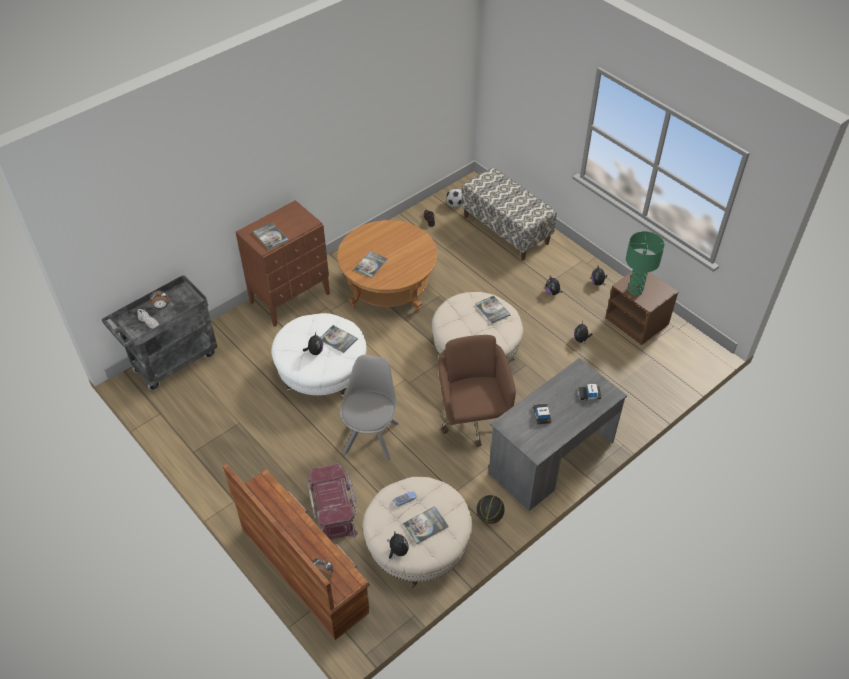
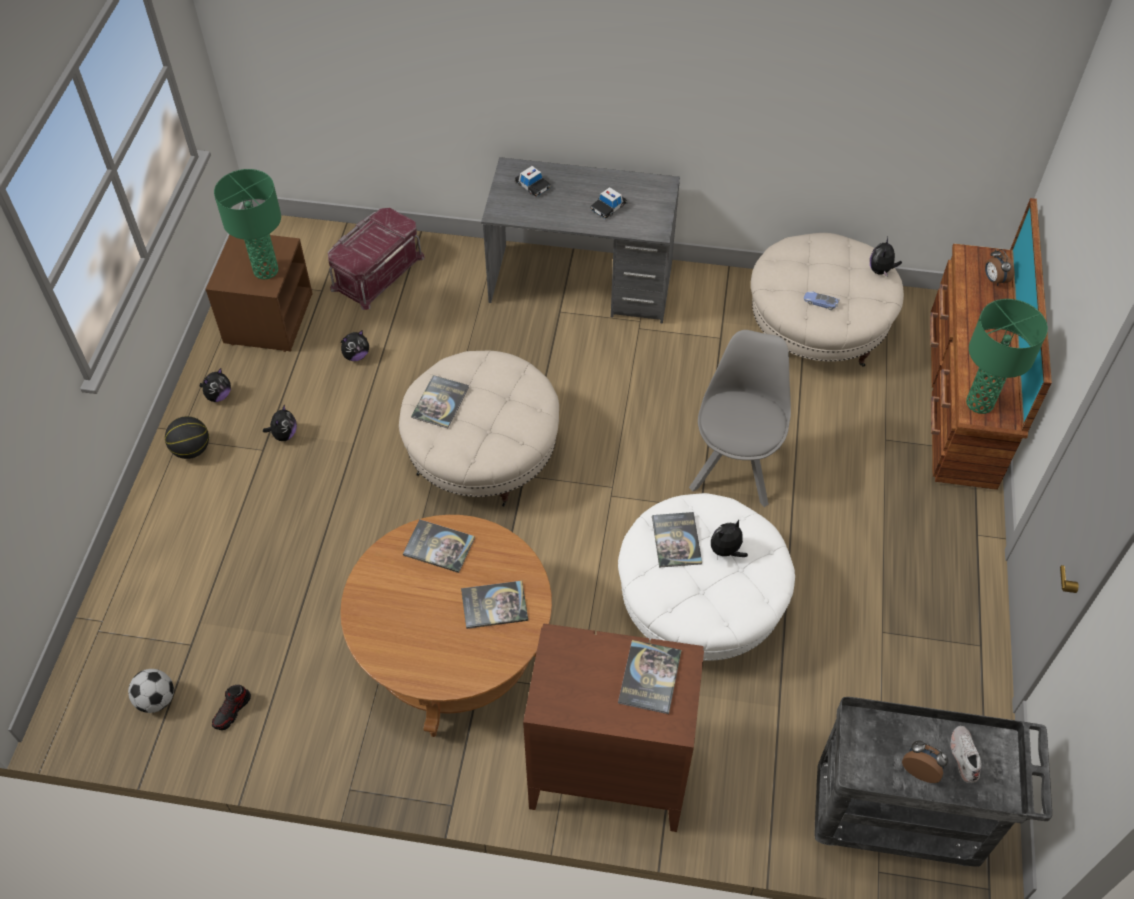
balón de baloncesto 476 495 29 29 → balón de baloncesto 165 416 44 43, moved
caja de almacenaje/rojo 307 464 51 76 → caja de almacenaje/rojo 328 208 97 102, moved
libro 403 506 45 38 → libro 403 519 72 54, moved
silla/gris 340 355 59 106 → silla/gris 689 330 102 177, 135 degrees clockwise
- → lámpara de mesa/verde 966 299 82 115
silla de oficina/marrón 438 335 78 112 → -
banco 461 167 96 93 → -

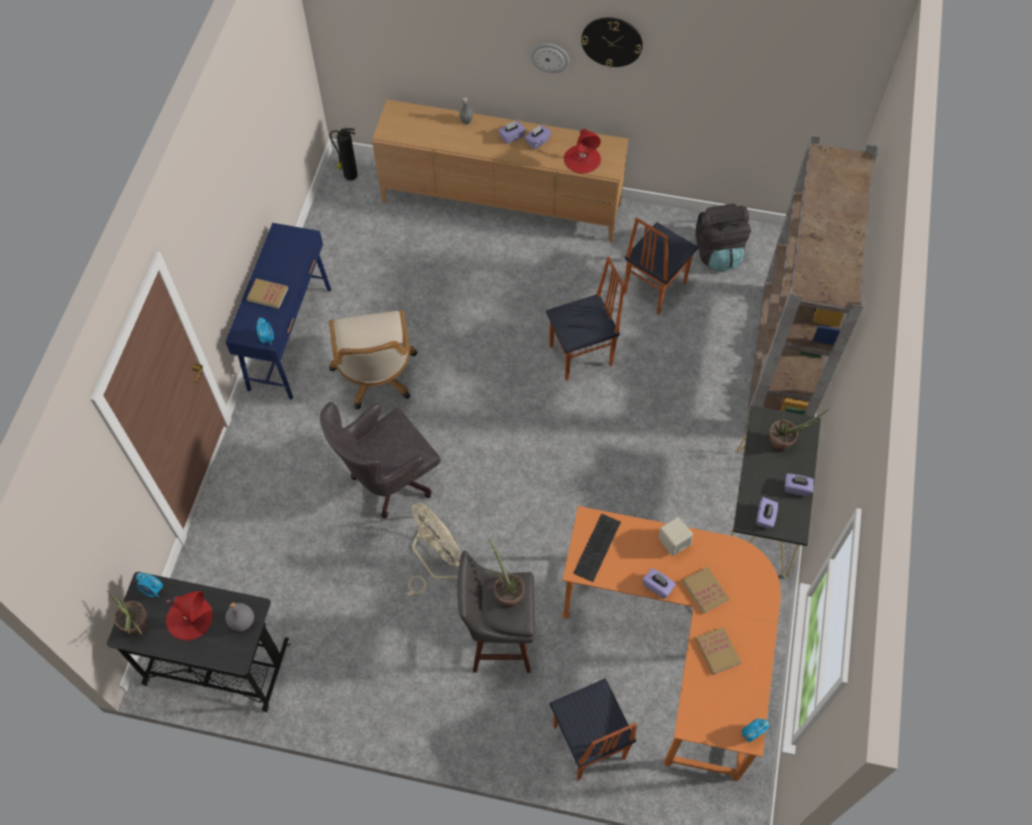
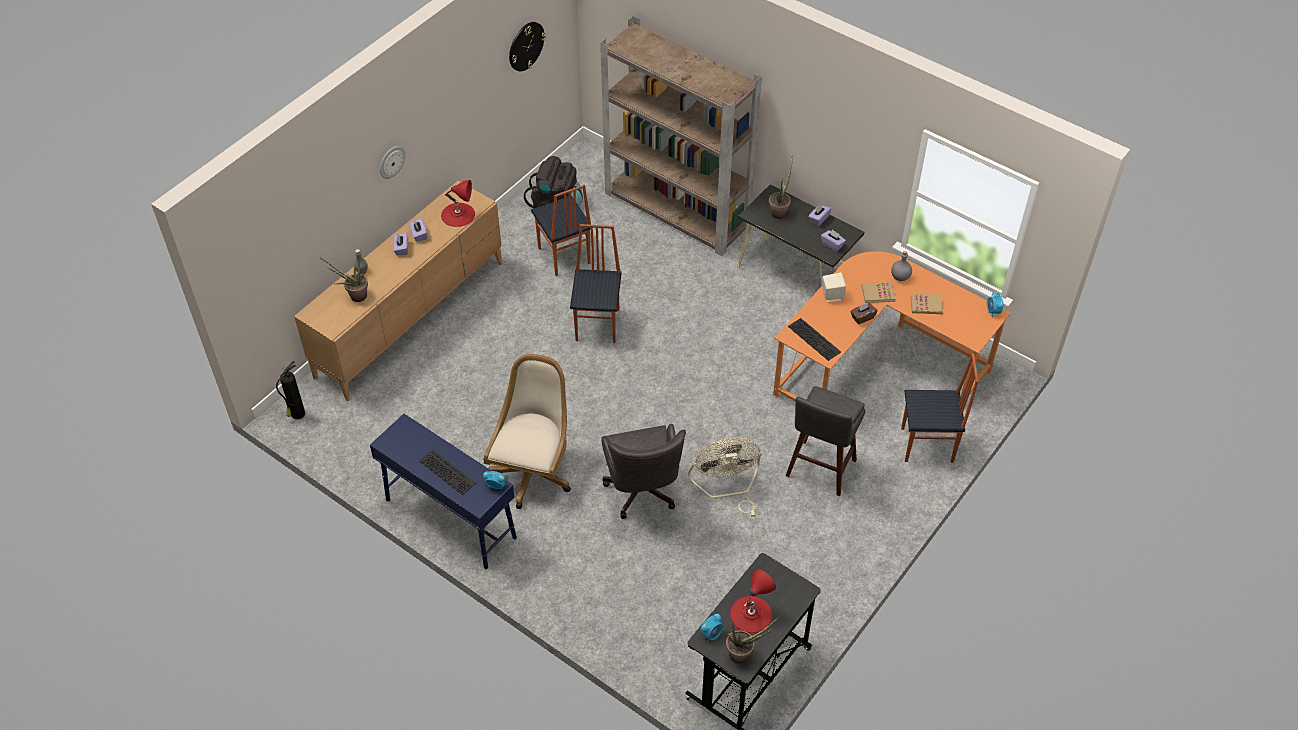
planta en maceta 488 538 36 69 → planta en maceta 319 254 49 48, moved
libro 246 278 42 31 → teclado 419 450 57 45
silla de oficina 329 310 88 99 → silla de oficina 483 354 88 155, 90 degrees counterclockwise
reloj de pared 581 17 62 51 → reloj de pared 509 22 37 49, moved
caja de pañuelos/morado 642 568 34 31 → caja de pañuelos/marrón 850 303 27 21
botella/gris 225 603 29 29 → botella/gris 891 251 21 30, moved

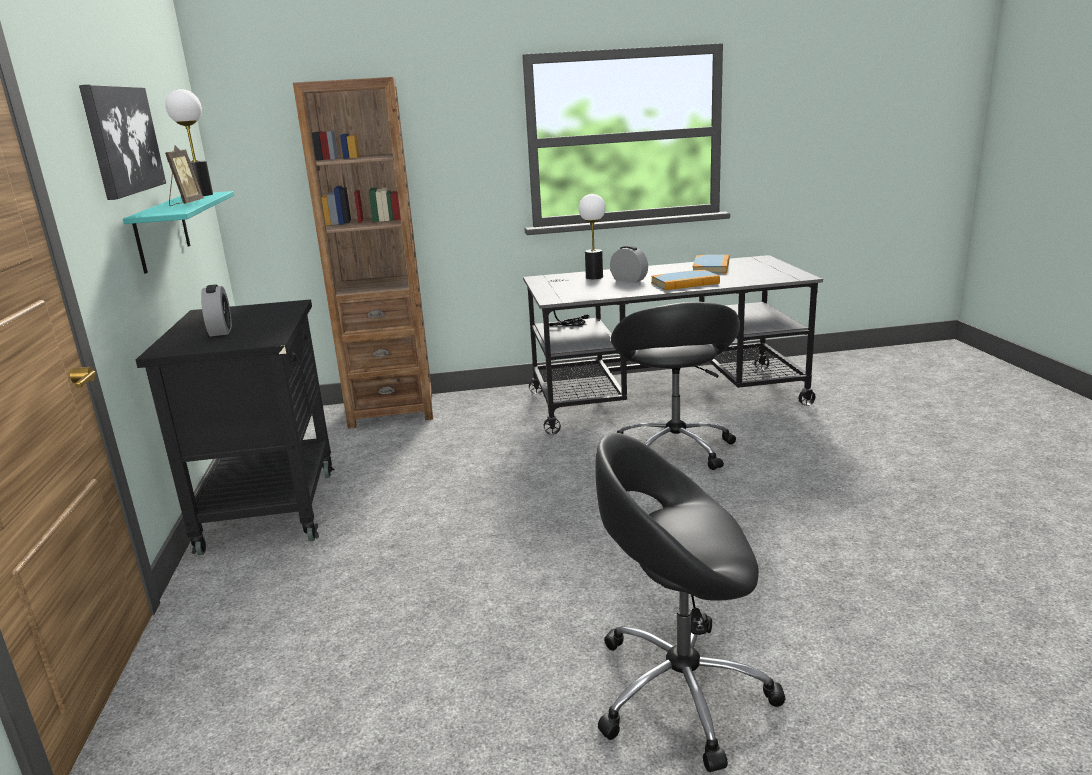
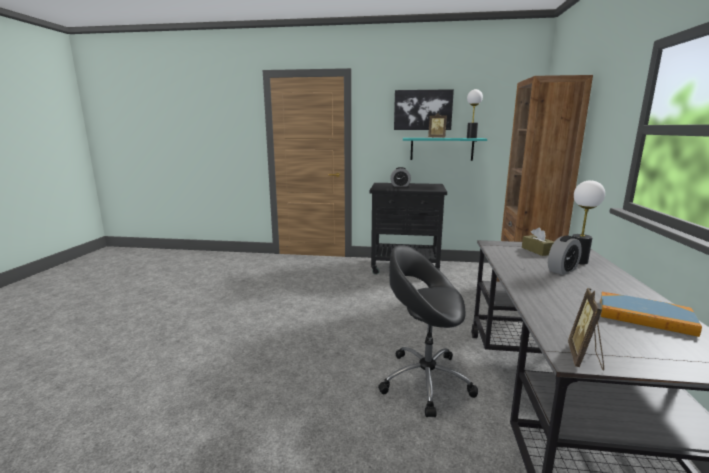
- → caja de pañuelos/marrón 522 227 32 29
- → portarretratos 568 288 36 83
silla de oficina/negro 595 433 191 339 → -
libro 651 270 69 20 → -

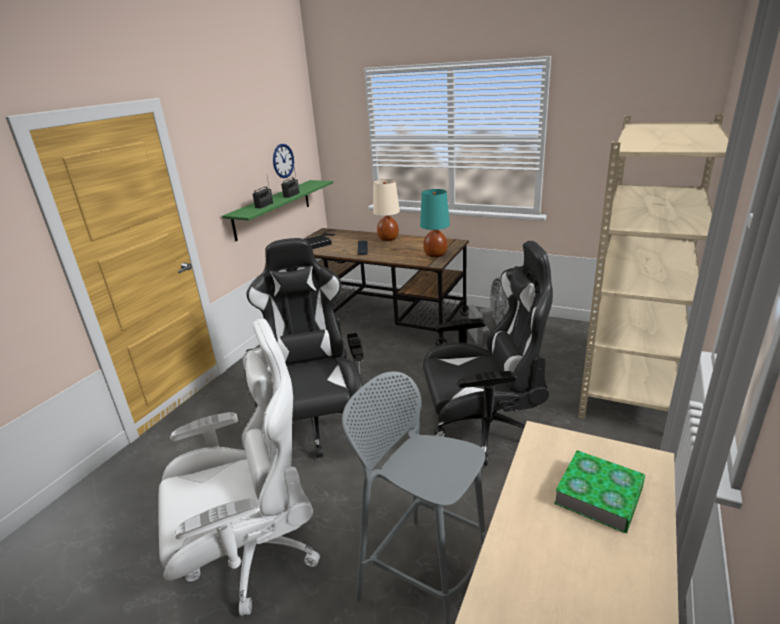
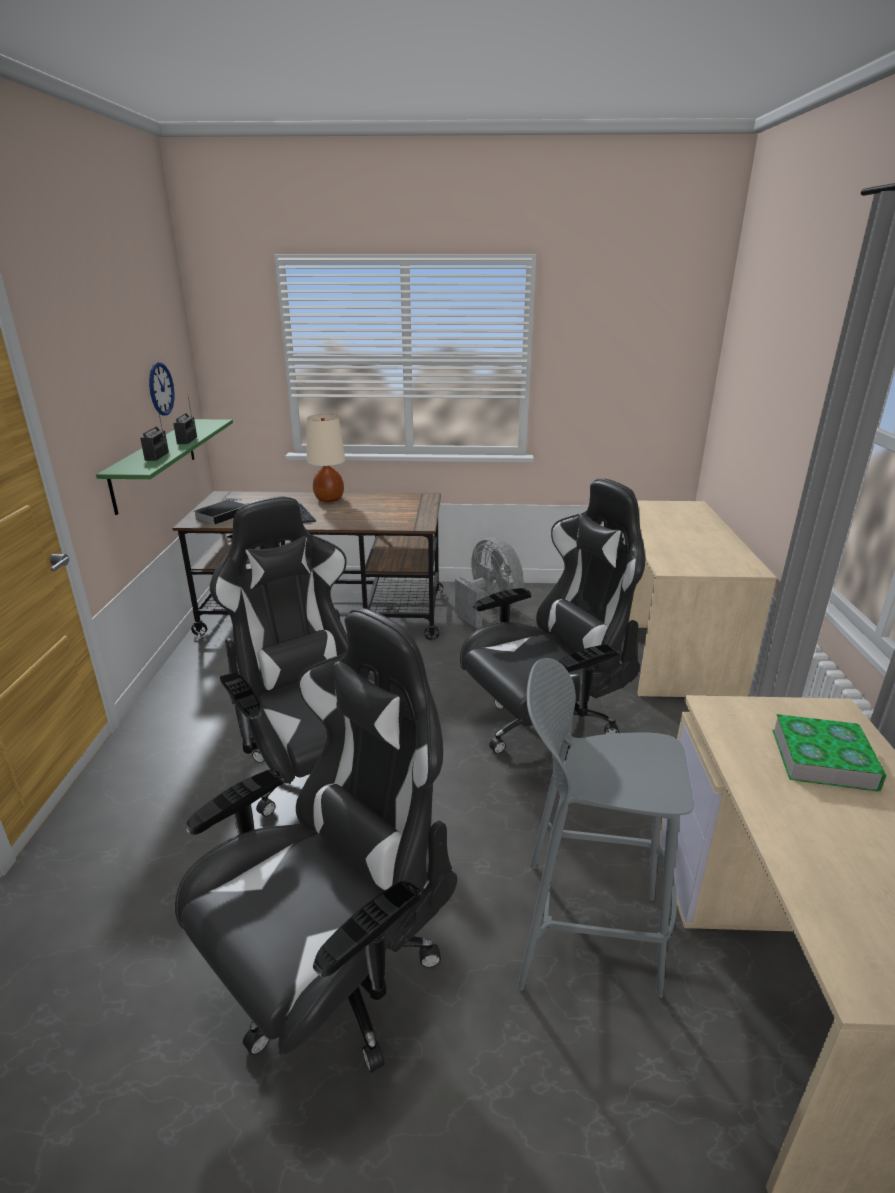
silla de oficina/blanco 158 319 162 297 → silla de oficina/negro 175 608 282 465
estantería/beis 578 114 151 305 → escritorio/beis 622 501 155 196
lámpara de mesa/turquesa 420 189 30 68 → -

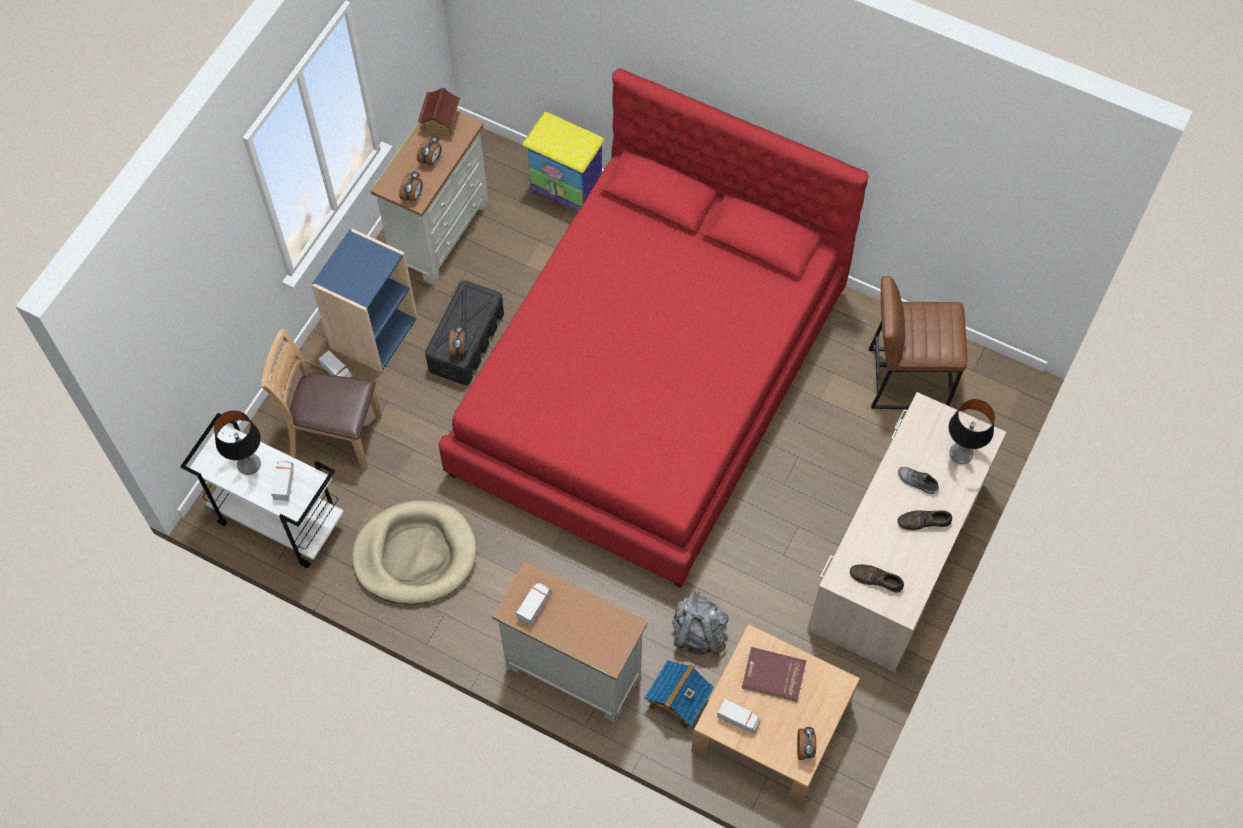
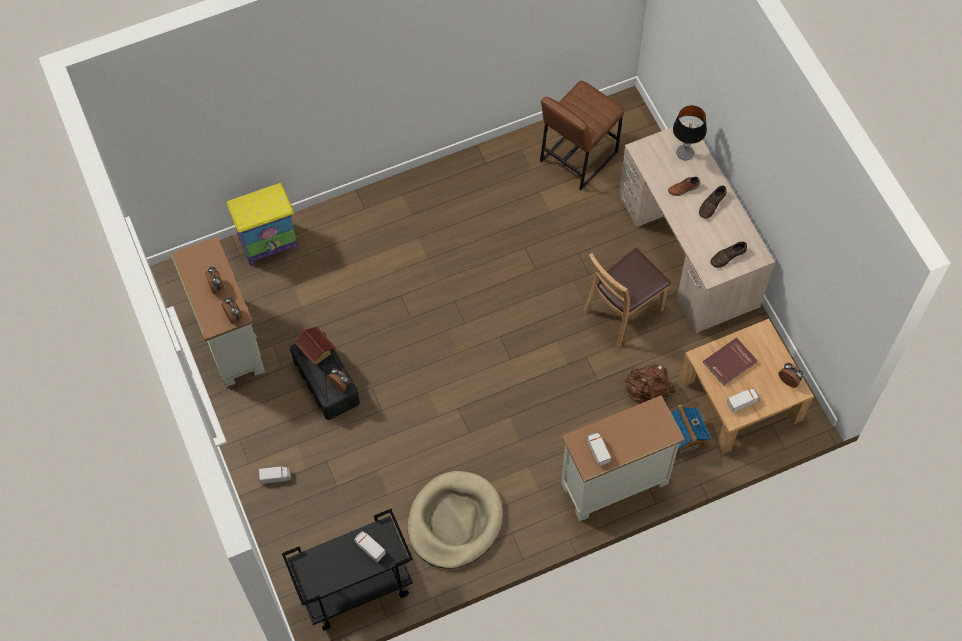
carrito/blanco 180 413 164 155 → carrito/negro 282 509 131 121
casita 418 88 42 47 → casita 294 325 41 40, moved
silla/marrón 261 328 121 141 → silla/marrón 584 248 87 99, moved
mochila/gris 672 591 57 65 → mochila/marrón 625 364 51 40
zapato/gris 898 467 41 27 → zapato/marrón 668 177 32 19
lámpara de mesa 214 410 47 65 → -
estantería/azul 311 228 107 145 → -
cama/rojo 439 68 429 520 → -

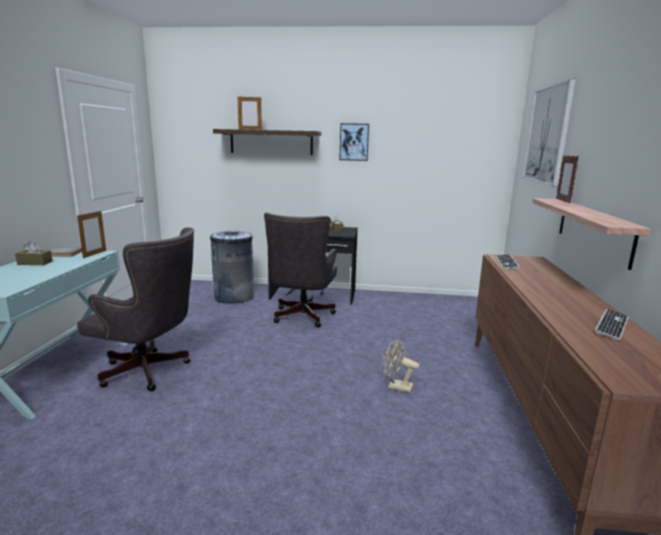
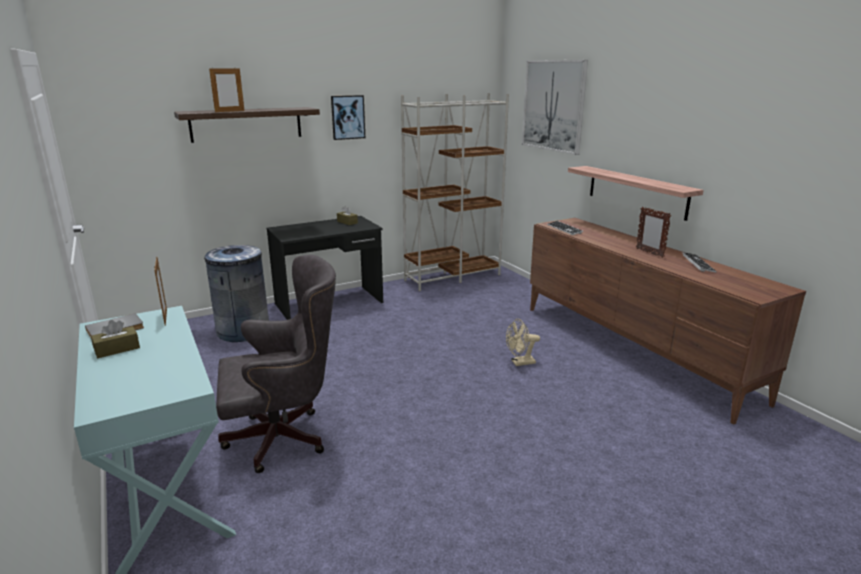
- → estantería/marrón 401 93 108 198
portarretratos 556 155 23 48 → portarretratos 636 207 35 51, moved
silla de oficina/gris 264 212 73 116 → -

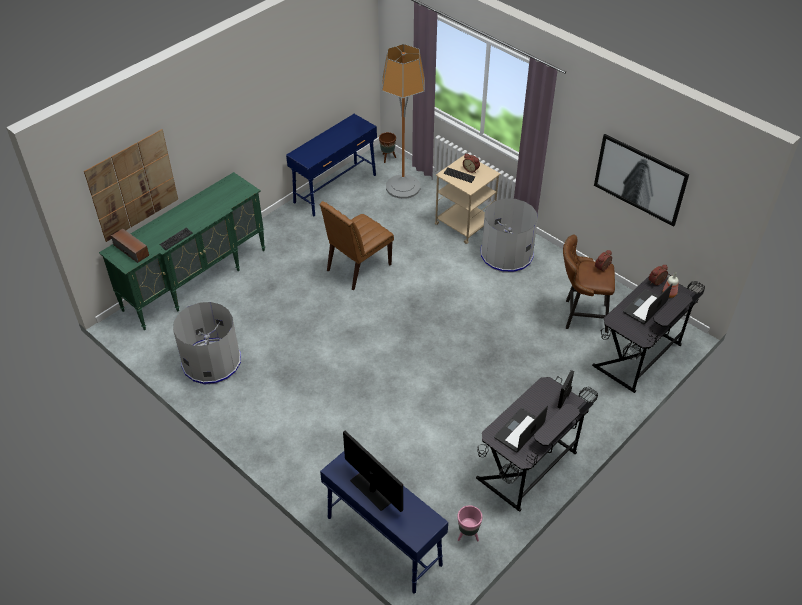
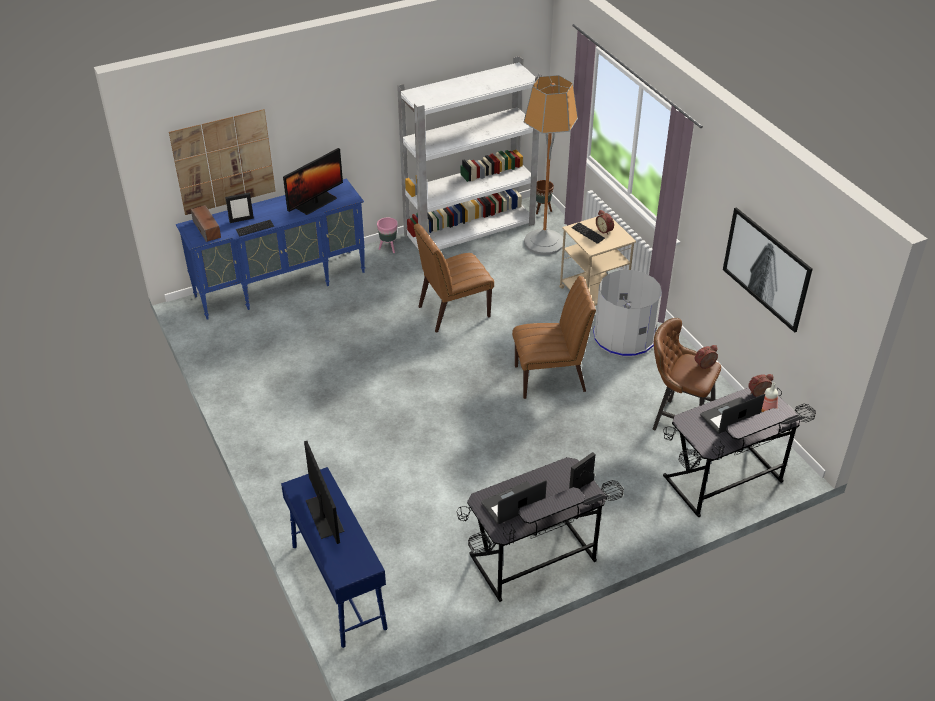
armario/verde 99 172 166 158 → armario/azul 176 178 189 142
- → portarretratos 225 192 29 31
- → monitor 283 148 60 67
maceta/rosa 458 505 25 36 → maceta/rosa 377 217 21 36, moved
mesa consola/azul 286 114 91 102 → estantería/blanco 397 56 145 194
- → silla/marrón 512 276 84 123
papelera/gris 173 302 68 82 → -

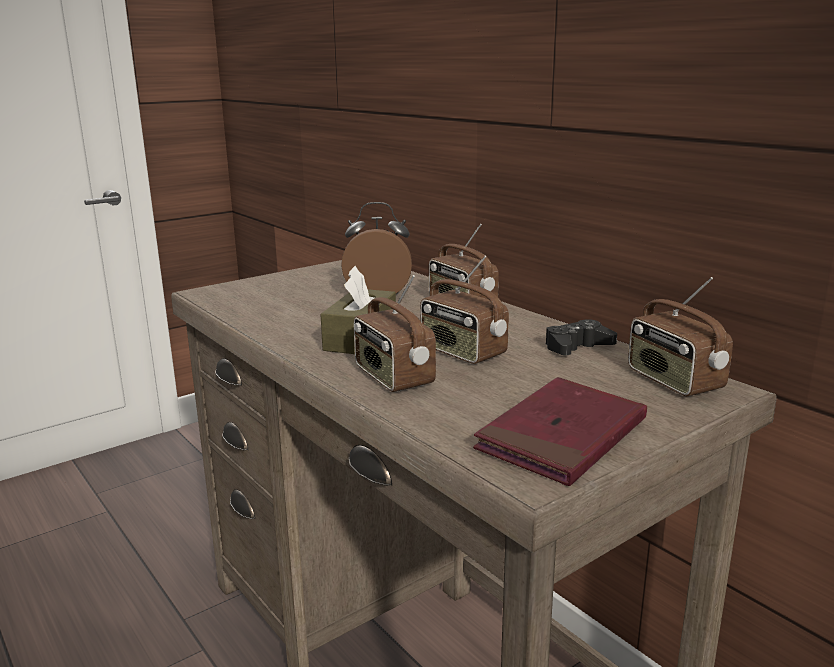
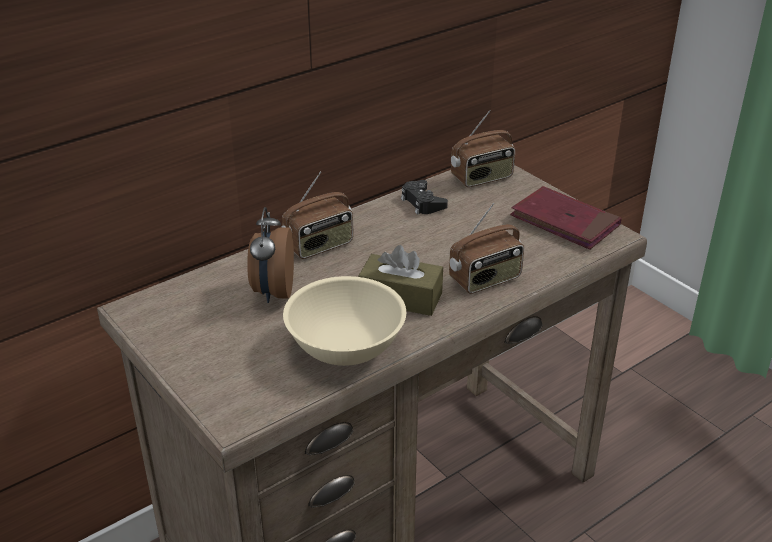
- → cuenco/beis 283 276 123 90
radio 420 256 89 108 → -

